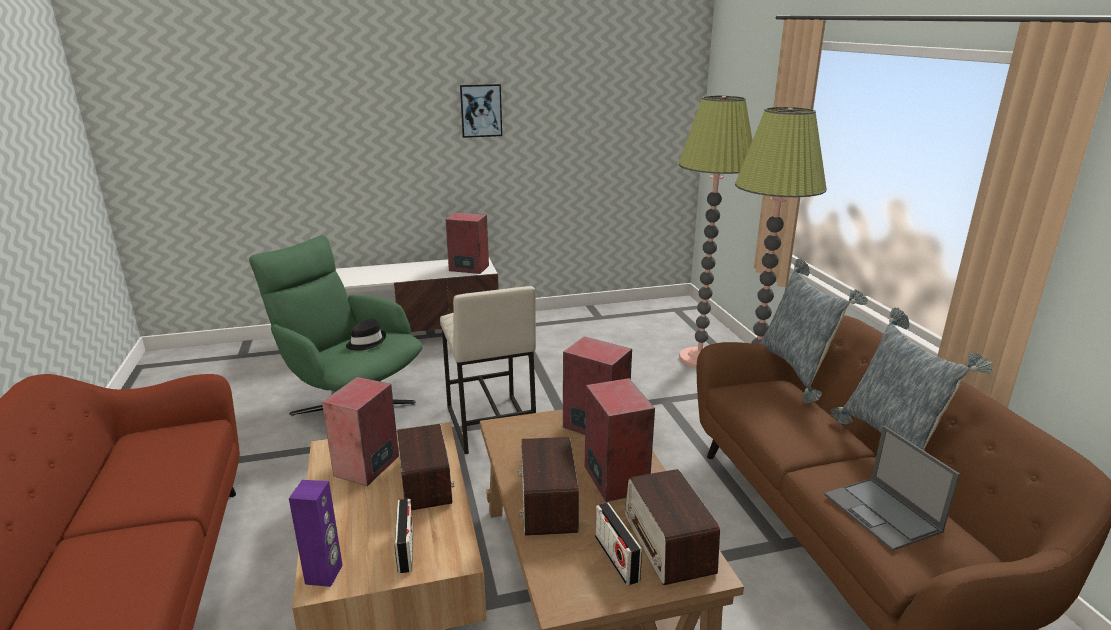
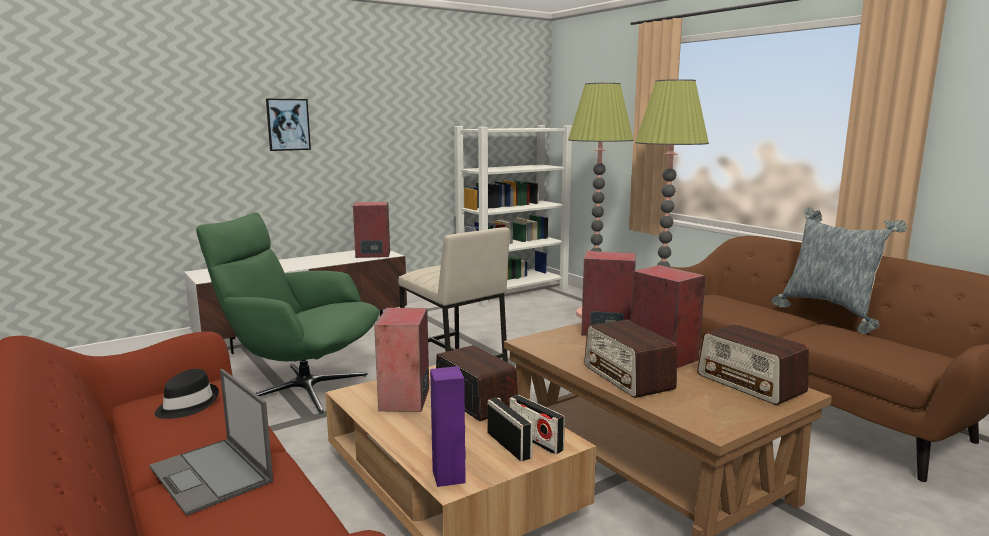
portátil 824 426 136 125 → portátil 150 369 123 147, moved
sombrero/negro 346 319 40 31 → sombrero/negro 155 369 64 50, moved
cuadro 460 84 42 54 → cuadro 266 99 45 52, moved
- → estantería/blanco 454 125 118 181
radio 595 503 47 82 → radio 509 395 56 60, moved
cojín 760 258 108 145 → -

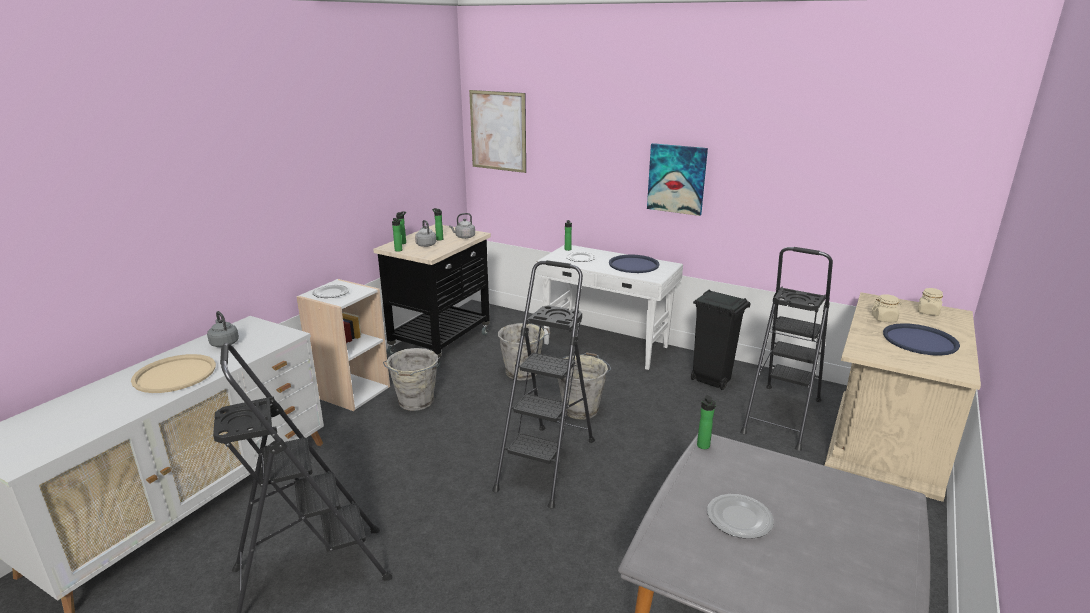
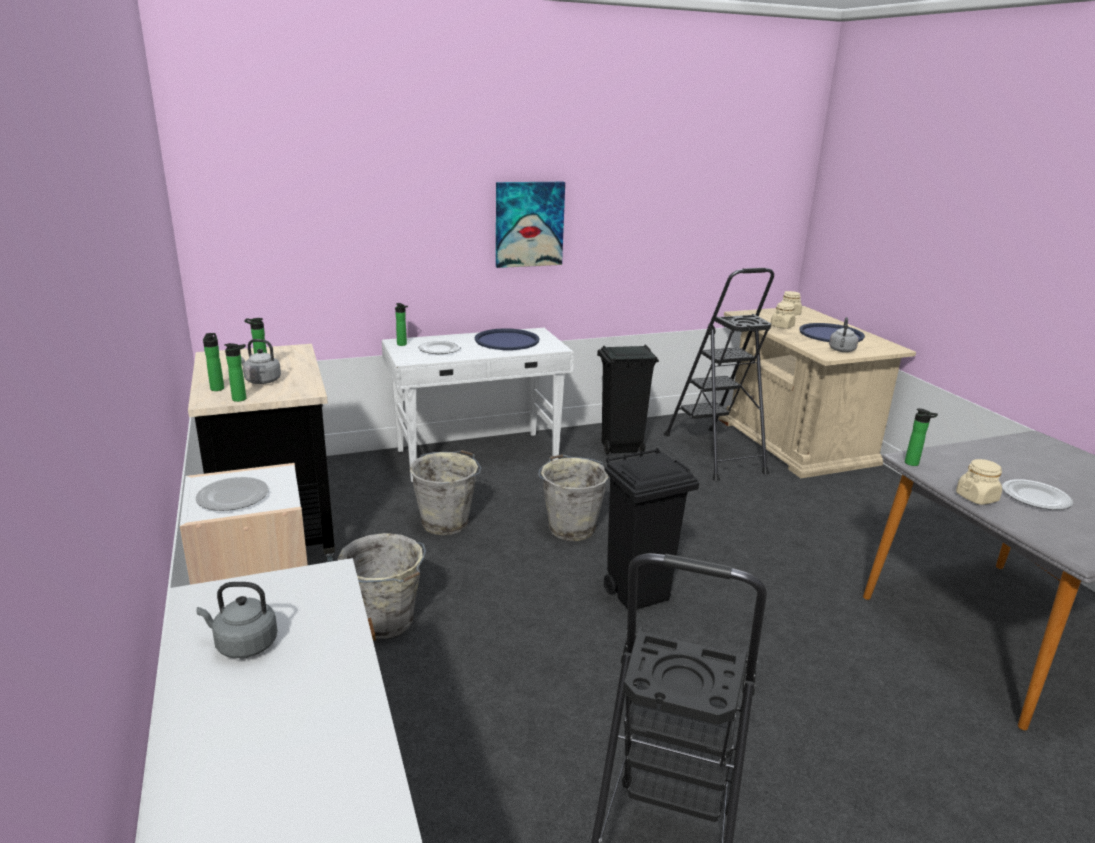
escalera de tijera 492 260 103 249 → papelera/negro 604 448 95 161
hervidor/gris 449 213 26 26 → hervidor/gris 829 317 30 35, moved
- → tarro/beis 956 459 46 46
bandeja/beis 131 354 85 39 → -
cuadro 469 90 57 83 → -

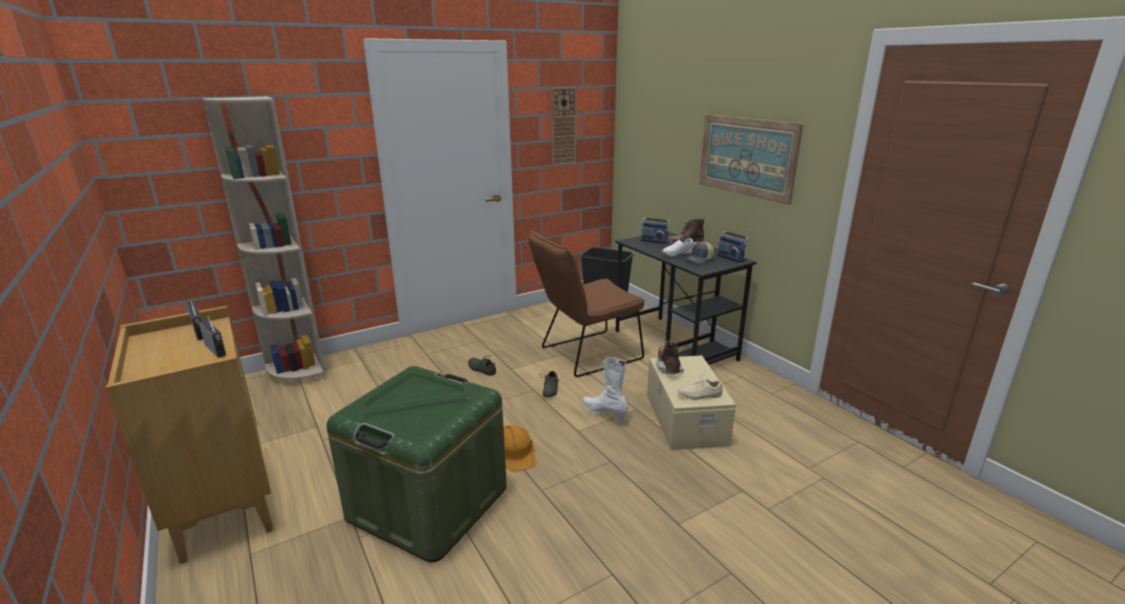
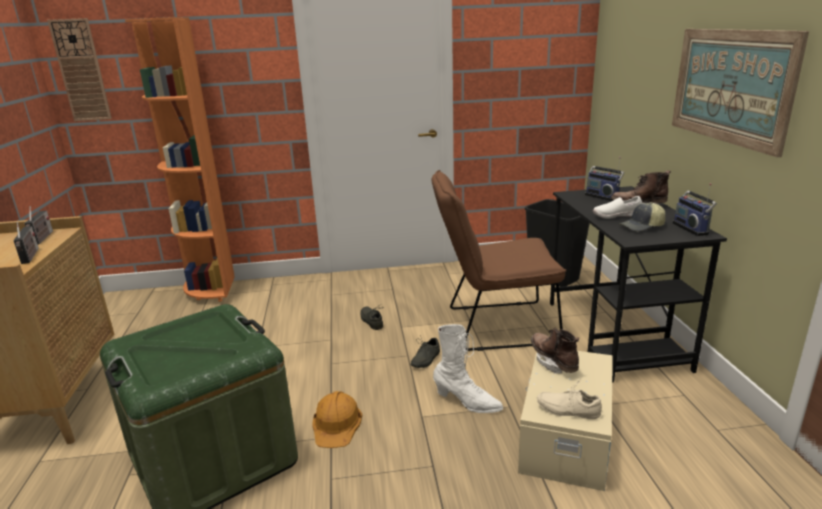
reloj de pared 551 87 25 79 → reloj de pared 47 18 65 103, moved
estantería/beis 203 96 123 286 → estantería/naranja 125 17 110 285
bota/blanco 582 357 46 65 → bota/blanco 433 324 70 89, 135 degrees clockwise
bota/marrón 656 340 28 34 → bota/marrón 531 328 48 46, 45 degrees counterclockwise

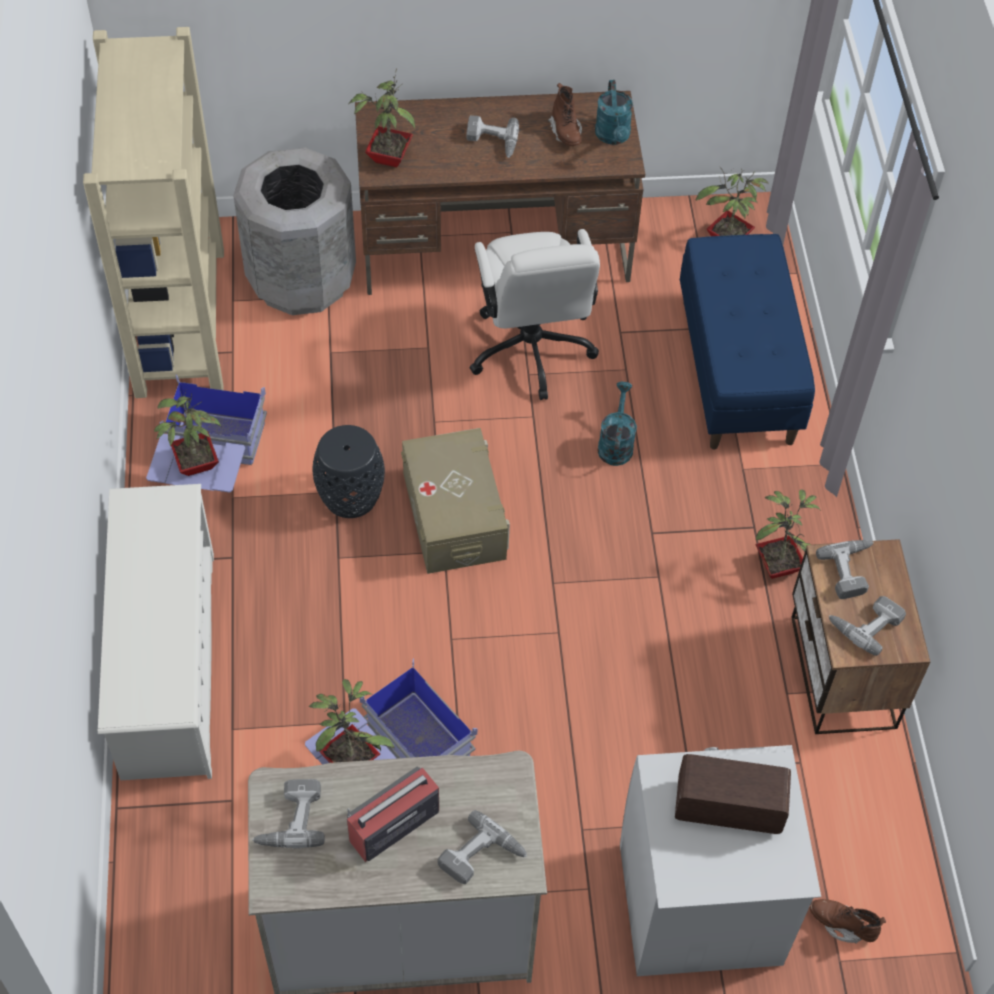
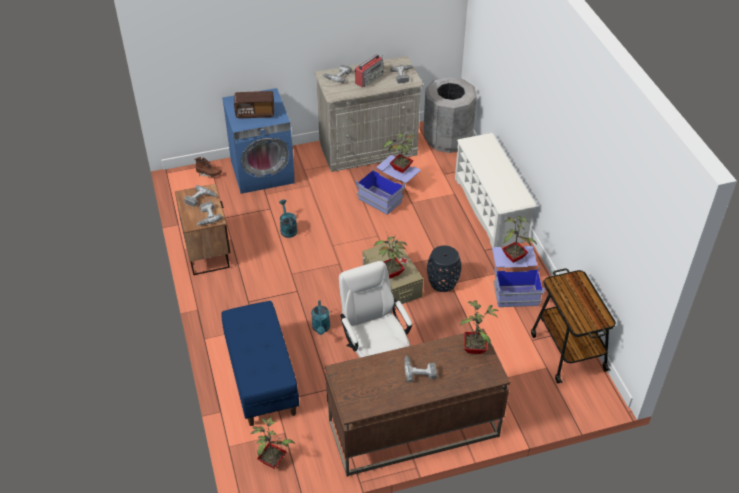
lavadora/blanco 620 745 201 231 → lavadora/azul 222 88 73 106
regadera/turquesa 595 80 38 65 → regadera/turquesa 279 200 18 38, moved
planta en maceta 755 489 66 90 → planta en maceta 374 234 33 45, moved
papelera/gris 233 147 123 168 → papelera/gris 423 77 54 76, moved
estantería/beis 83 27 141 371 → carrito 531 268 85 116
bota/marrón 548 83 34 63 → -

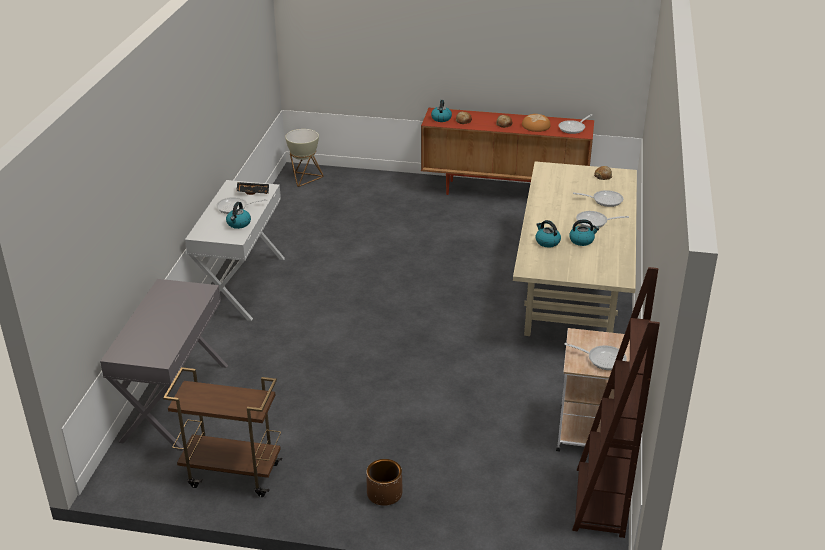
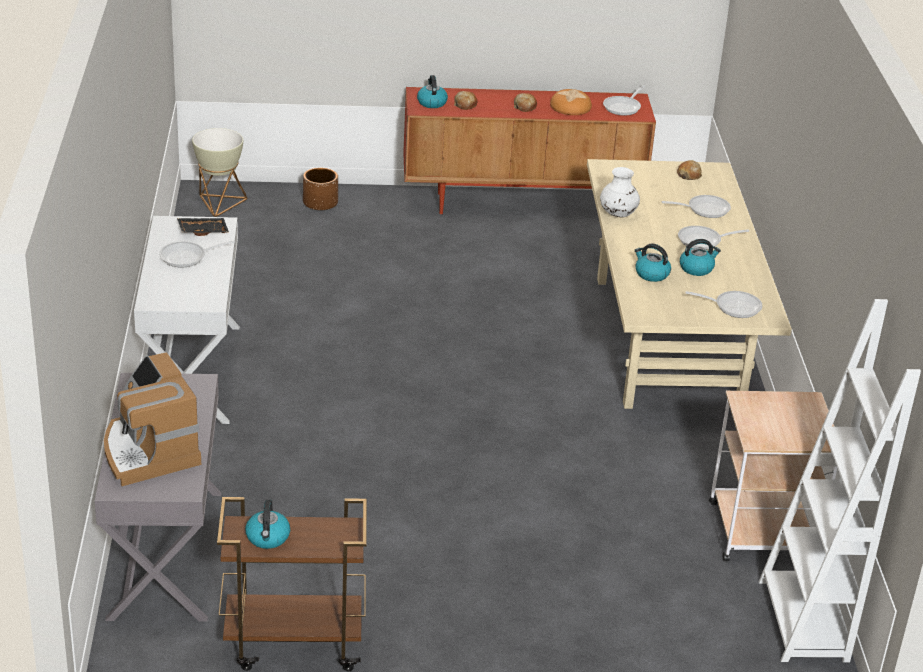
- → cafetera 104 352 97 134
hervidor 226 202 25 27 → hervidor 245 500 45 49, moved
maceta/marrón 366 459 37 47 → maceta/marrón 303 168 35 42, moved
- → florero/blanco 600 167 40 50
sartén 564 343 63 27 → sartén 686 291 76 27, moved
estantería/marrón 572 267 88 271 → estantería/blanco 759 299 162 363

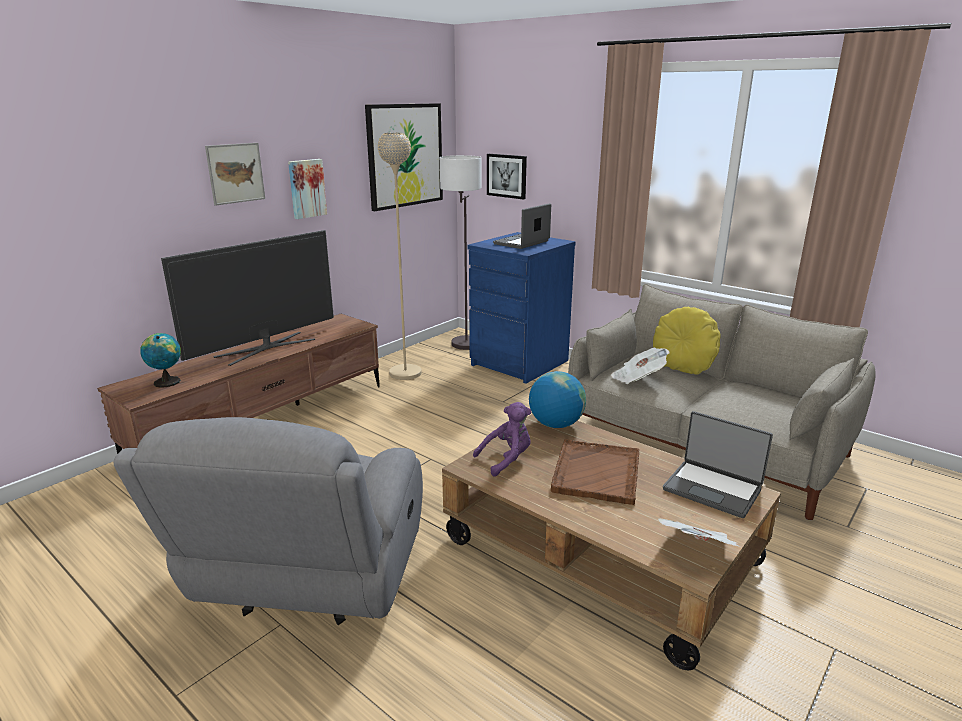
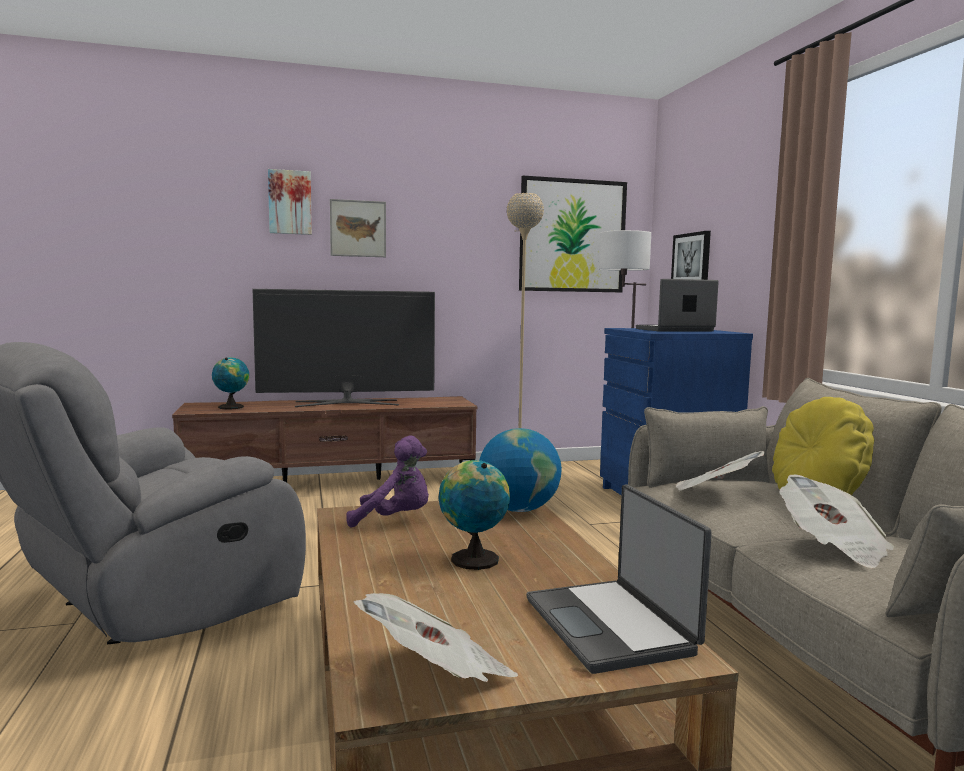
cuadro 288 159 39 60 → cuadro 268 169 44 66, moved
bandeja/marrón 551 439 88 66 → globo terráqueo 439 460 71 110
- → periódico 780 474 114 94

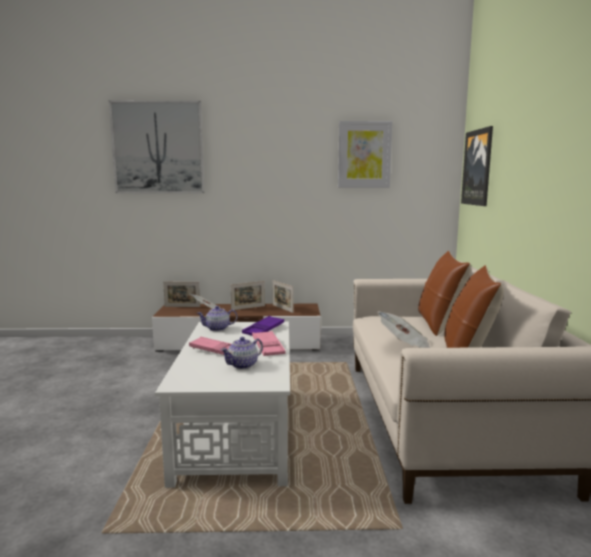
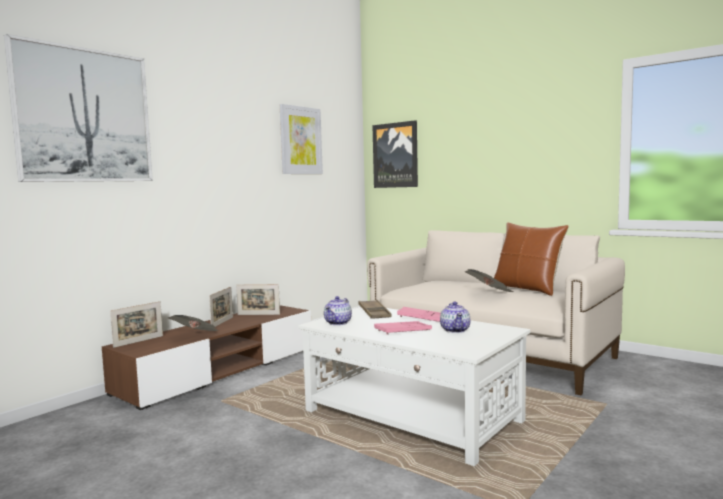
bandeja/morado 242 316 42 20 → bandeja/marrón 359 300 33 19
cojín/marrón 418 251 53 85 → -

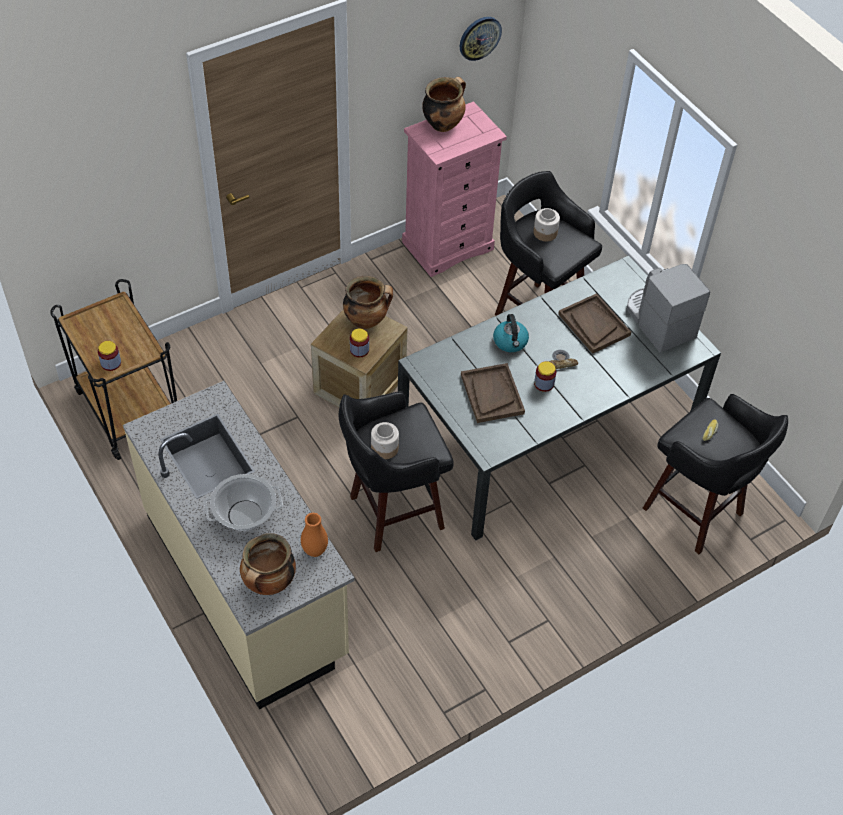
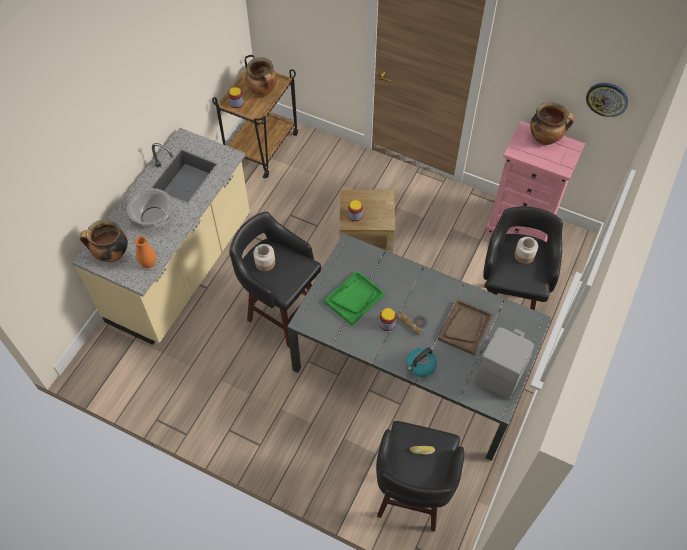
olla 343 276 50 53 → olla 245 57 32 40, moved
bandeja/marrón 461 363 64 60 → bandeja/verde 324 270 61 55
hervidor 493 314 36 38 → hervidor 406 348 31 29, moved

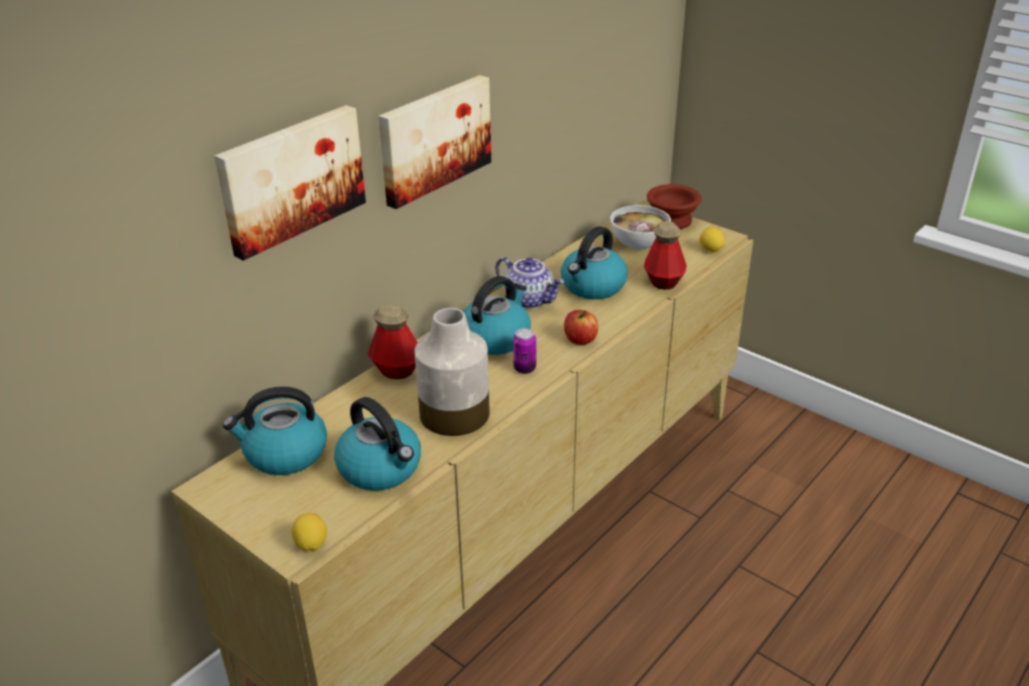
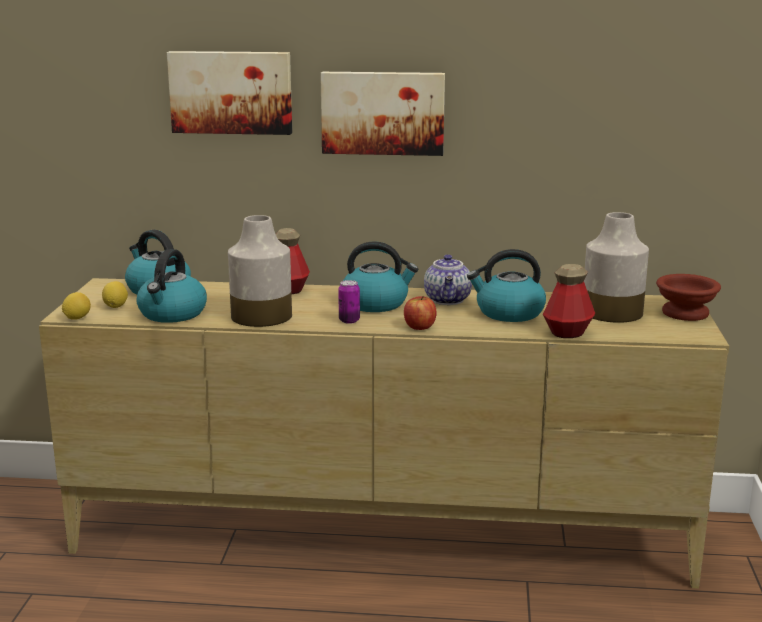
limón 700 227 25 25 → limón 102 281 26 27, moved
cuenco 610 205 61 45 → florero/beis 584 212 65 111

